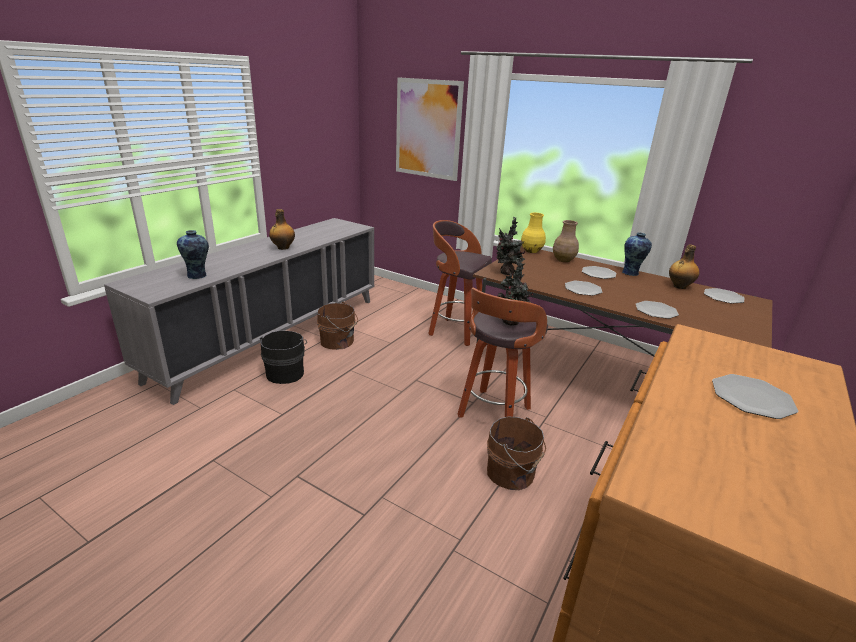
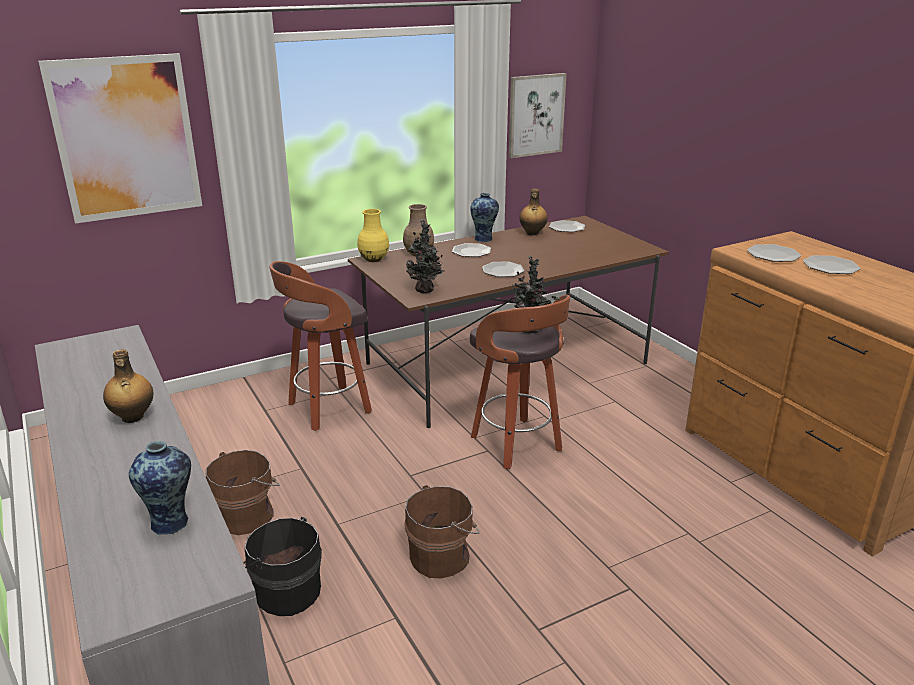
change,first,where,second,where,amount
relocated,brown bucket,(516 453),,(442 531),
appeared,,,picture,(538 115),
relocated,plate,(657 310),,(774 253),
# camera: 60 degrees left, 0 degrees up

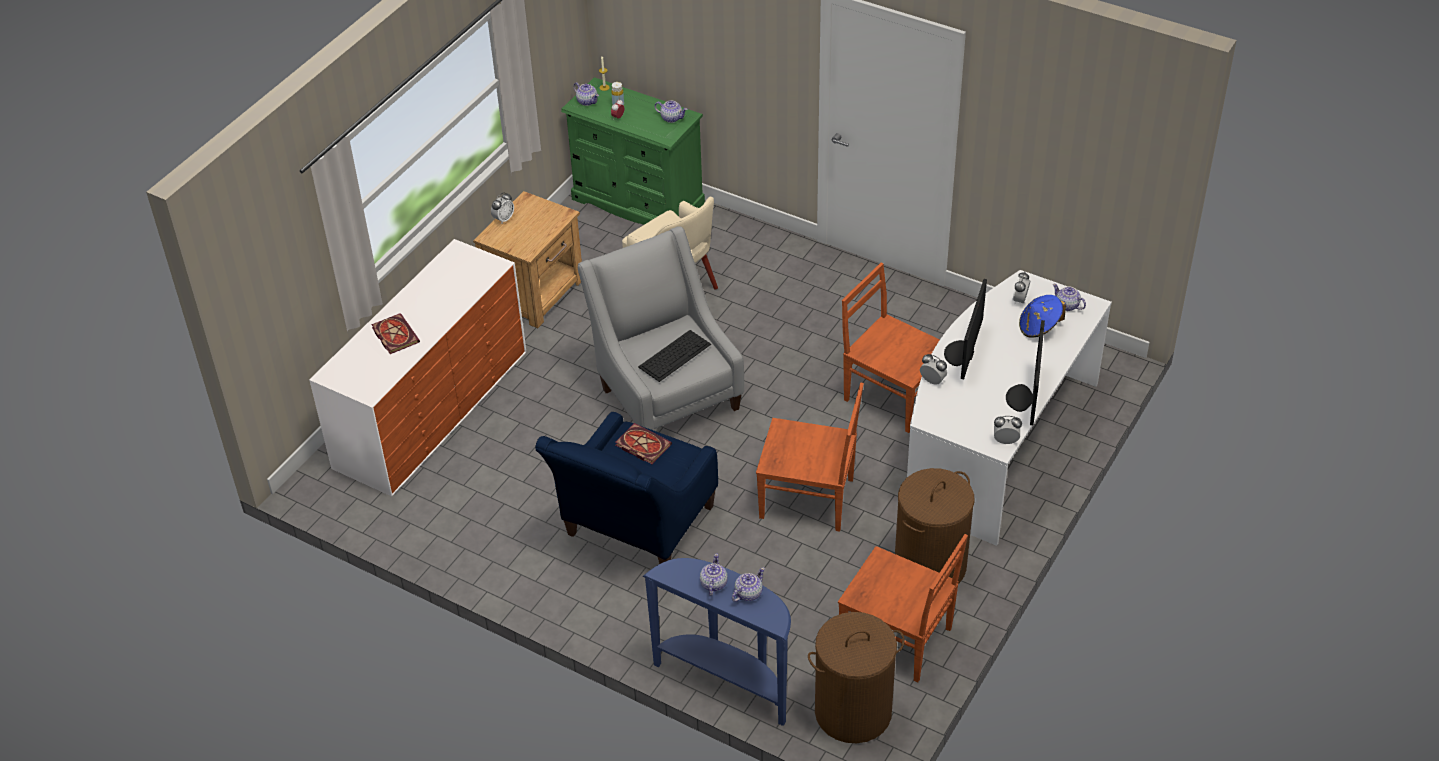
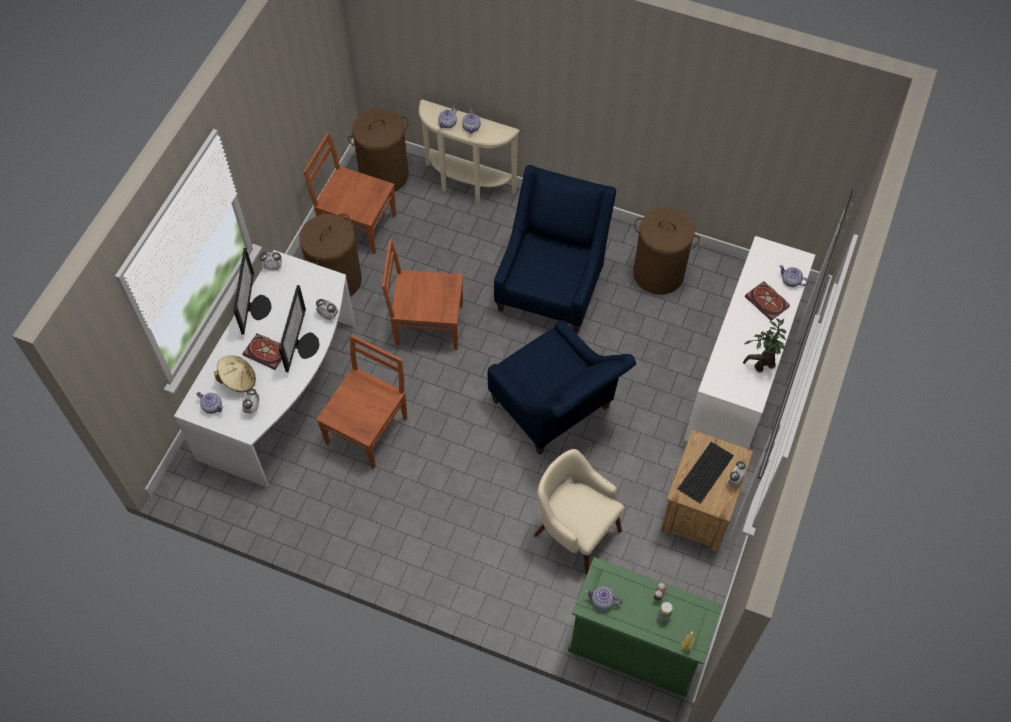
change,first,where,second,where,amount
colour,blue hat,(1042 316),beige hat,(235 373),
relocated,book,(643 443),,(262 351),
spun,brown chair,(890 348),,(361 402),90 degrees counterclockwise
colour,blue console table,(717 642),beige console table,(469 150),
colour,grey armchair,(661 328),blue armchair,(562 387),
appeared,,,brown laundry basket,(666 251),
relocated,keyboard,(674 356),,(706 473),
appeared,,,potted plant,(765 345),
relocated,teapot,(586 94),,(793 276),
# camera: 170 degrees right, 15 degrees up

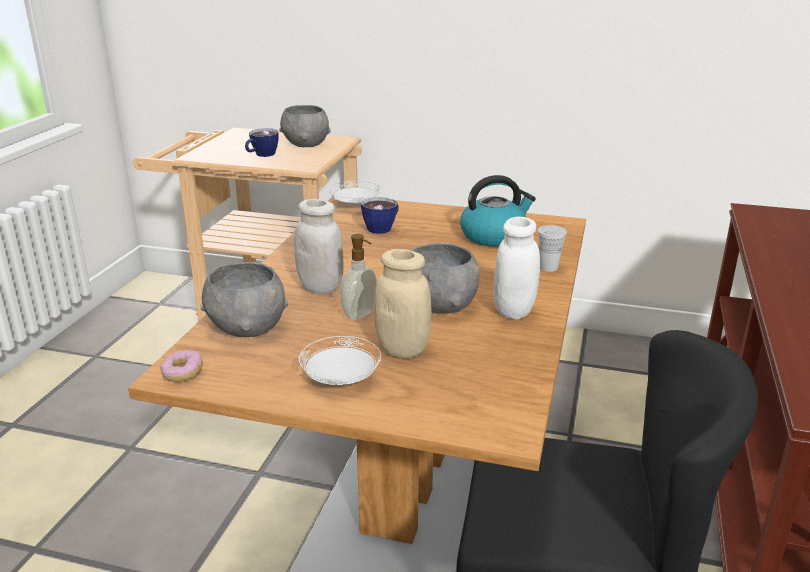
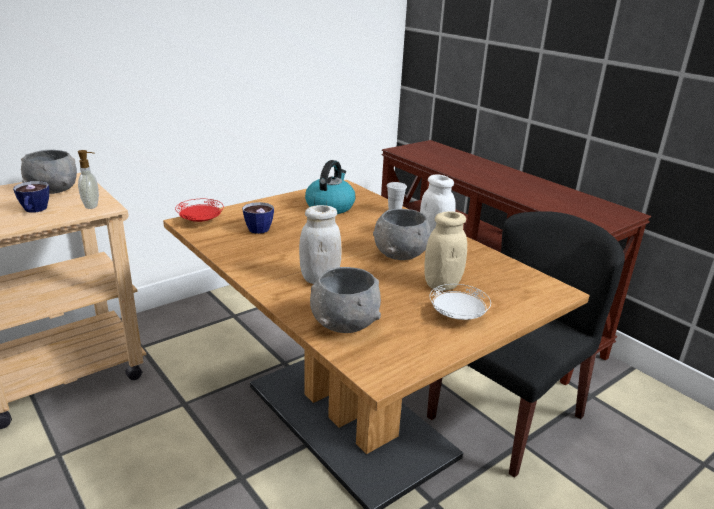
change,first,where,second,where,amount
relocated,soap dispenser,(359 277),,(88 179),
colour,white plate,(355 192),red plate,(199 210),
missing,donut,(182 366),,,
# camera: 55 degrees left, 0 degrees up

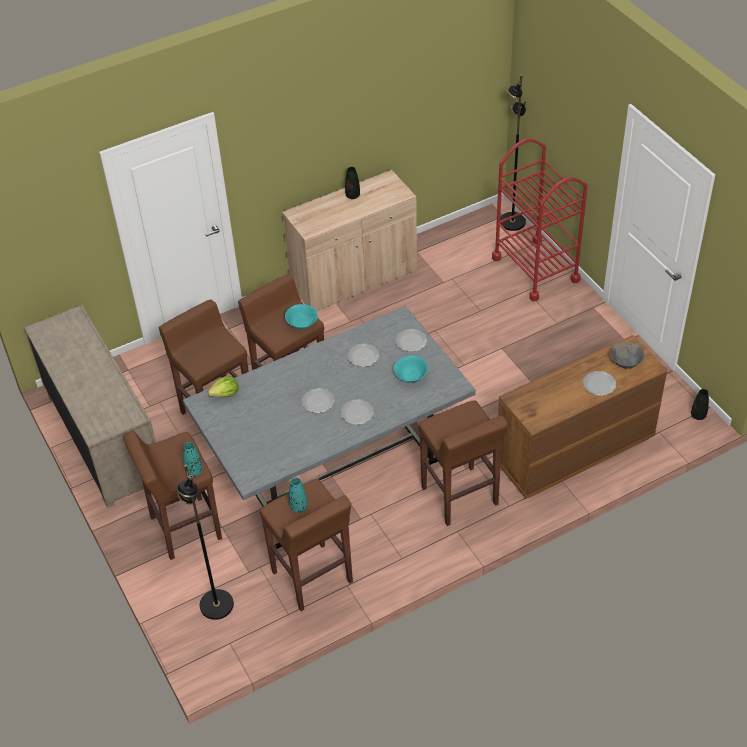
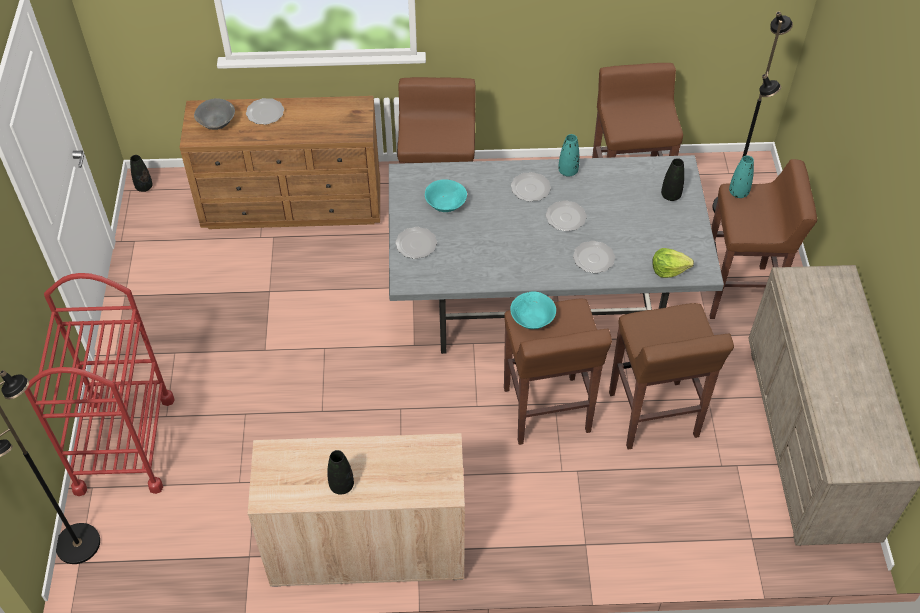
change,first,where,second,where,amount
relocated,turquoise vase,(298 495),,(568 155),
relocated,plate,(363 355),,(594 257),
appeared,,,black vase,(672 179),
# camera: 155 degrees left, 5 degrees up

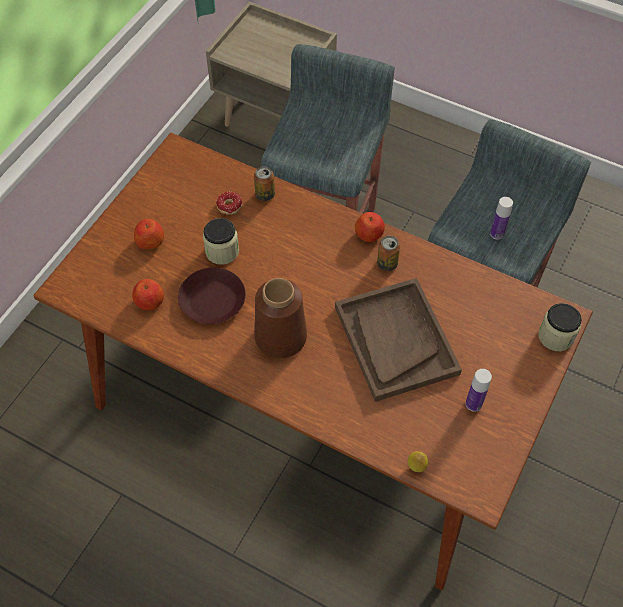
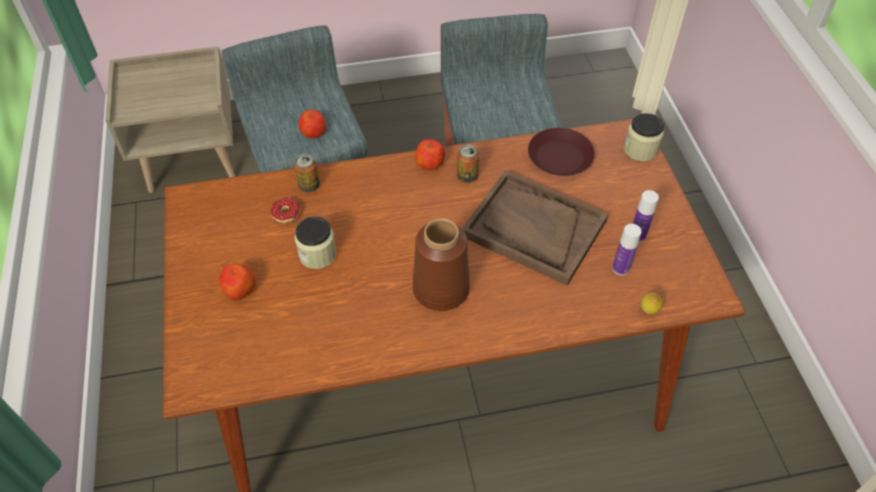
change,first,where,second,where,amount
relocated,apple,(148 294),,(312 124),
relocated,brown plate,(212 296),,(561 152),
relocated,bottle,(501 218),,(626 249),
# camera: 40 degrees left, 5 degrees down

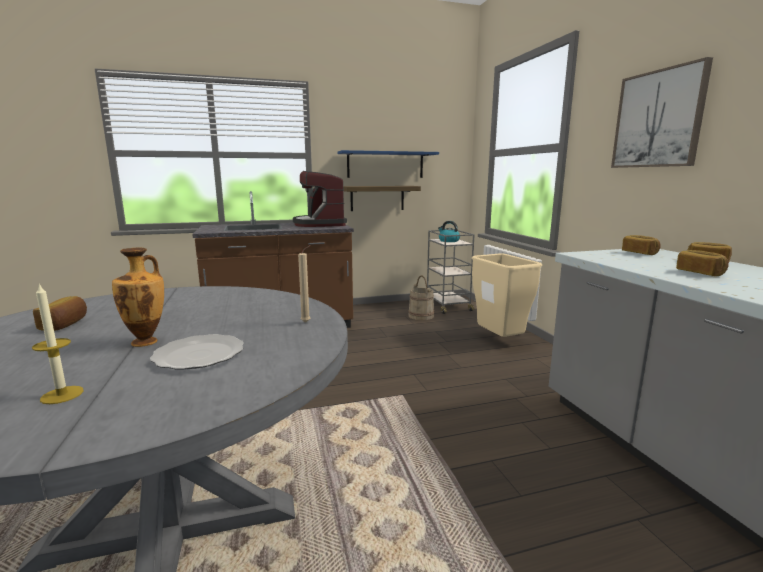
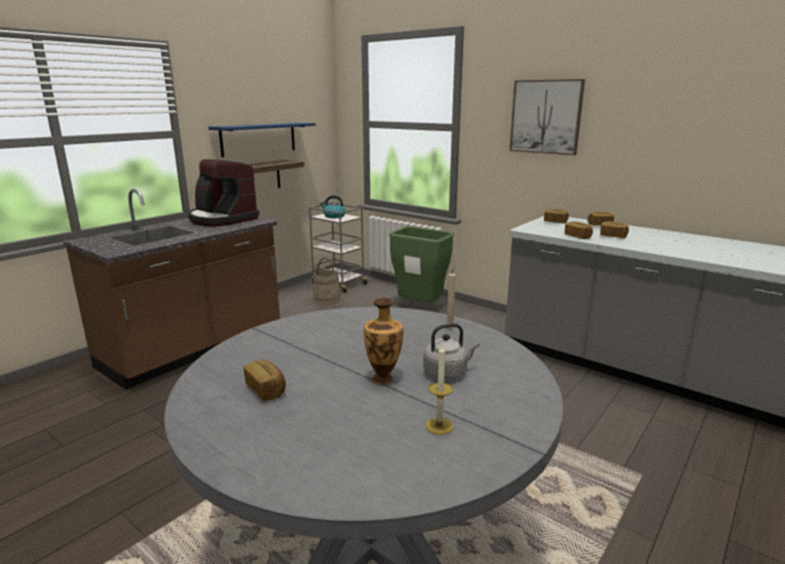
change,first,where,second,where,amount
colour,beige trash can,(507 295),green trash can,(421 264),
exchanged,plate,(197 352),grey kettle,(451 351),
appeared,,,bread,(578 230),
# camera: 35 degrees left, 5 degrees up

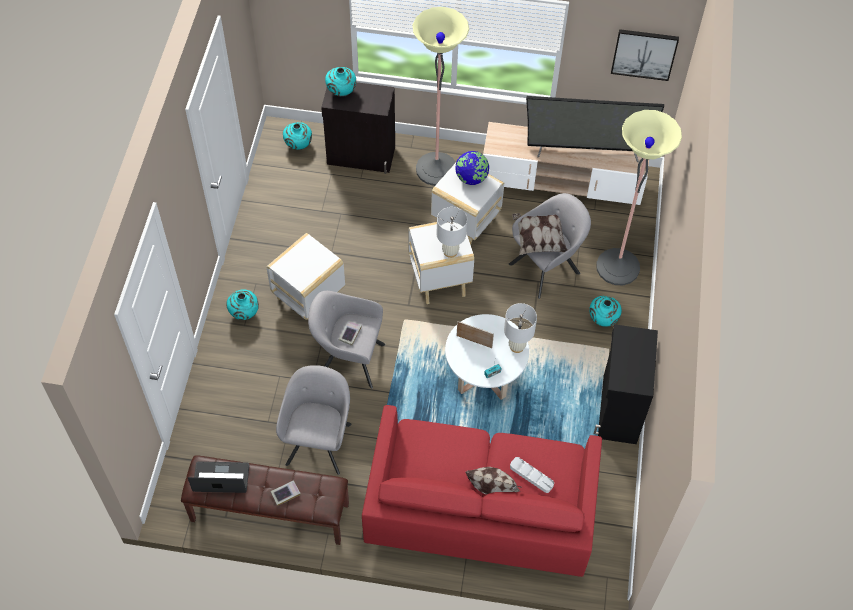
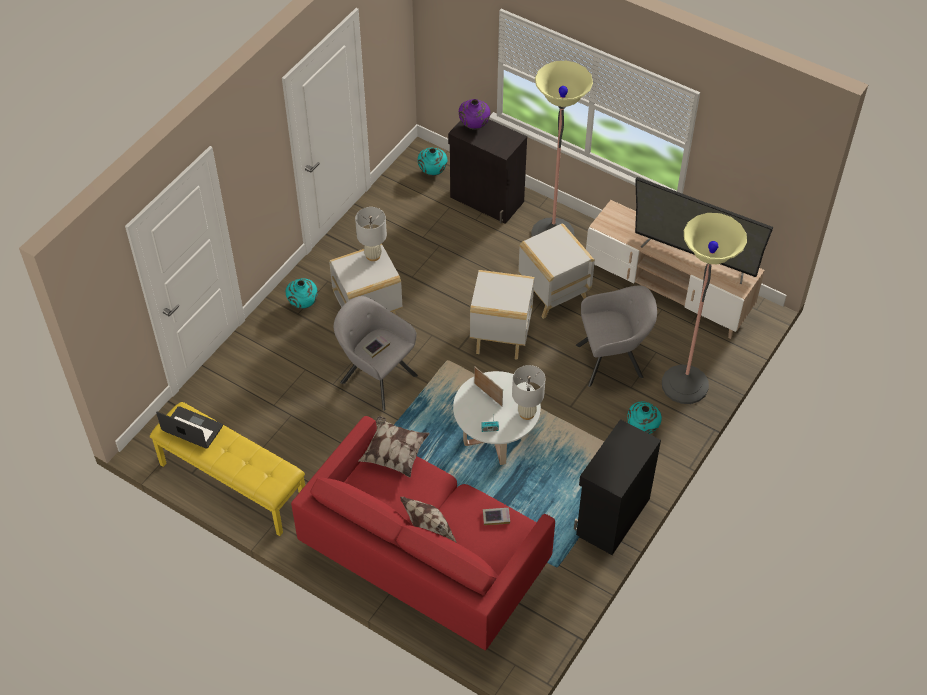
change,first,where,second,where,amount
colour,brown bench,(265 500),yellow bench,(227 469),
relocated,white table lamp,(451 232),,(371 234),
relocated,pillow,(539 234),,(394 446),
colour,turquoise vase,(340 82),purple vase,(474 114),
relocated,book,(286 493),,(496 516),
missing,grey armchair,(314 420),,,
missing,globe,(472 168),,,
missing,grey tray,(532 475),,,
missing,picture,(645 55),,,
# camera: 25 degrees right, 5 degrees down

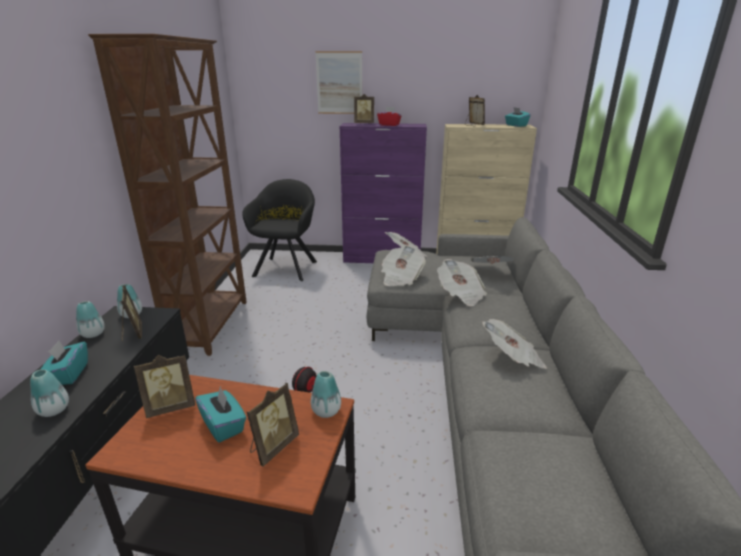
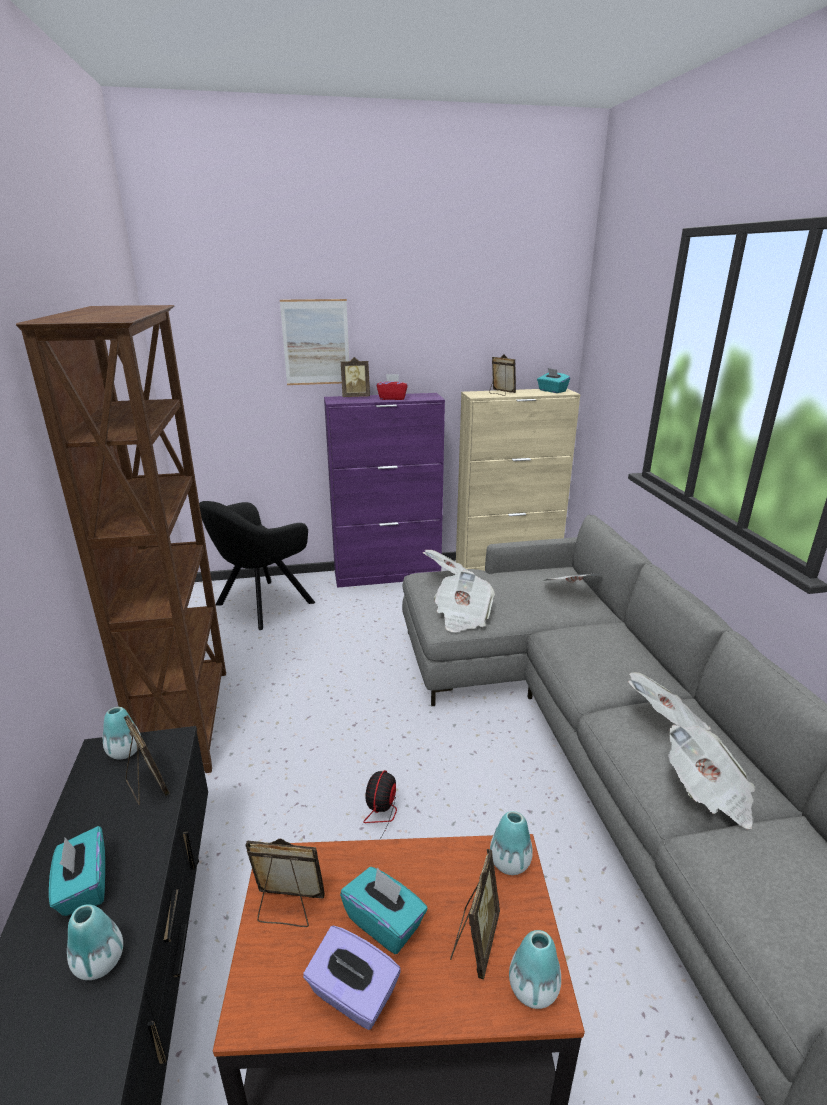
change,first,where,second,where,amount
spun,black armchair,(279 230),,(257 565),135 degrees counterclockwise
spun,picture frame,(164 386),,(285 882),135 degrees counterclockwise
appeared,,,purple tissue box,(352 977),
relocated,vase,(90 319),,(535 969),
relocated,newspaper,(462 283),,(711 777),
# camera: 15 degrees left, 0 degrees up

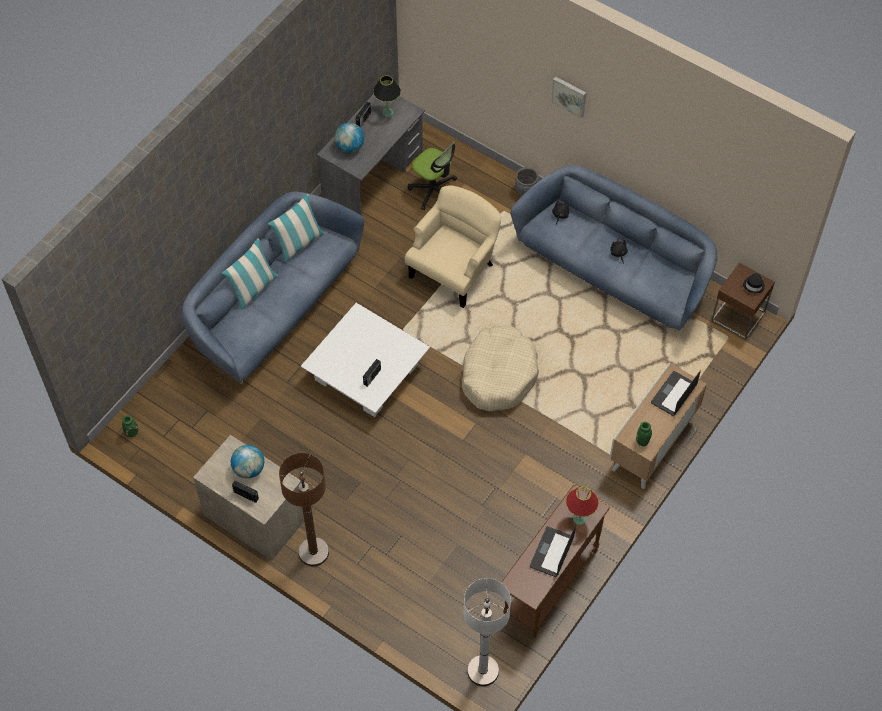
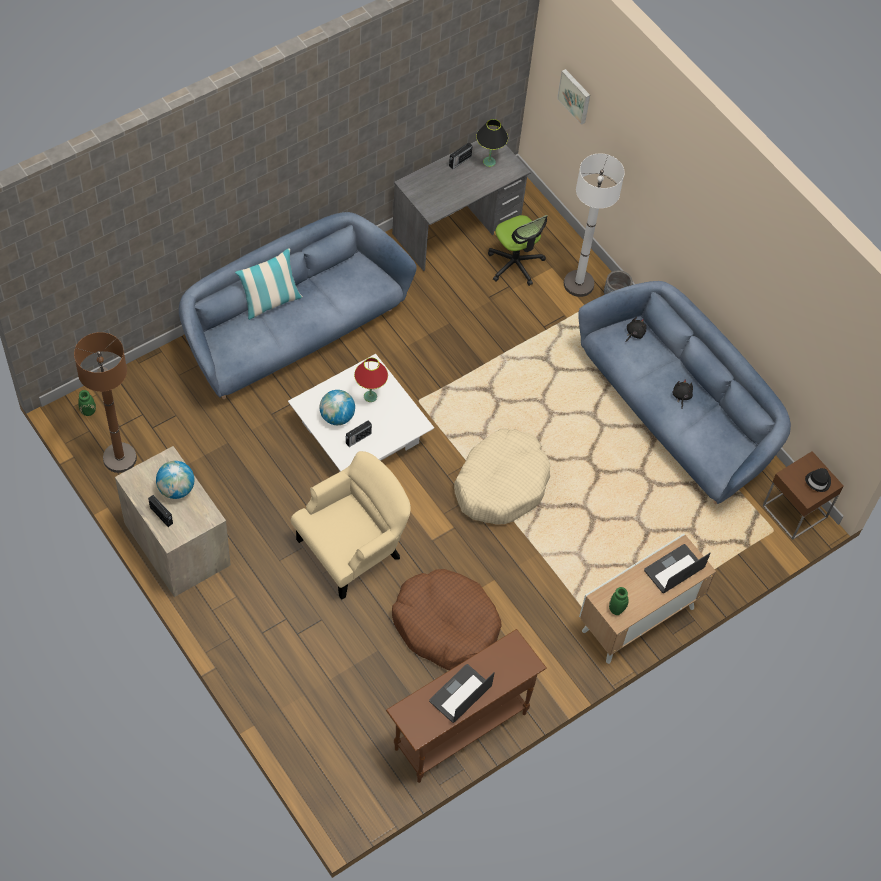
change,first,where,second,where,amount
relocated,brown floor lamp,(304 509),,(105 402),
relocated,beige armchair,(453 246),,(351 525),
relocated,globe,(349 138),,(337 407),
relocated,red table lamp,(582 506),,(371 380),
appeared,,,brown dog bed,(447 619),
relocated,picture,(568 97),,(573 97),
relocated,white floor lamp,(487 632),,(594 225),
missing,pillow,(296 228),,,
# camera: 15 degrees right, 0 degrees up

